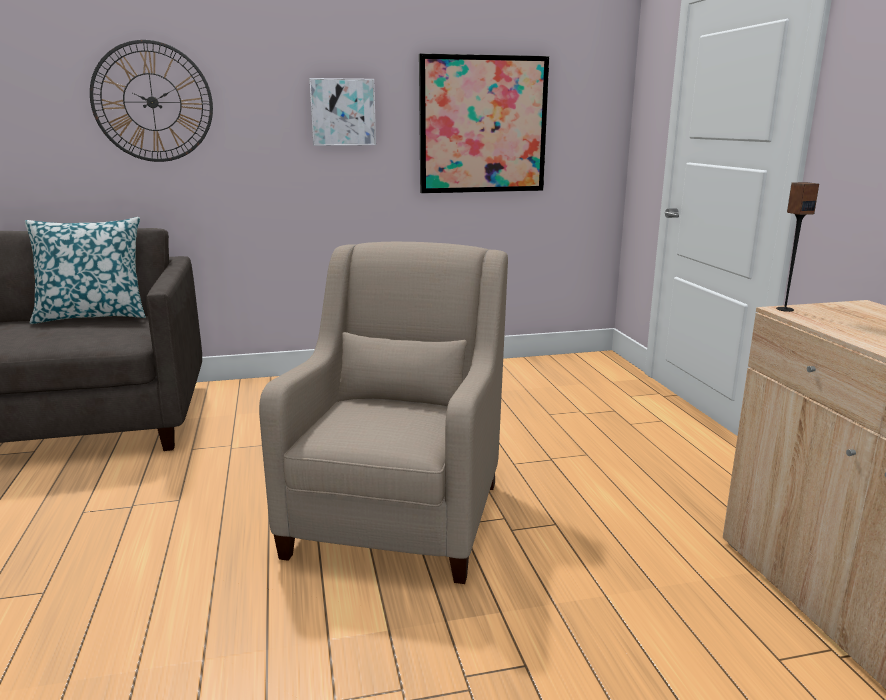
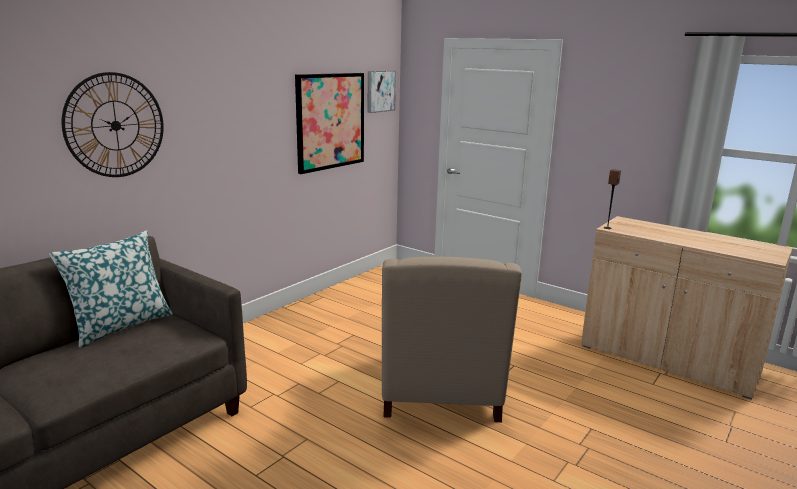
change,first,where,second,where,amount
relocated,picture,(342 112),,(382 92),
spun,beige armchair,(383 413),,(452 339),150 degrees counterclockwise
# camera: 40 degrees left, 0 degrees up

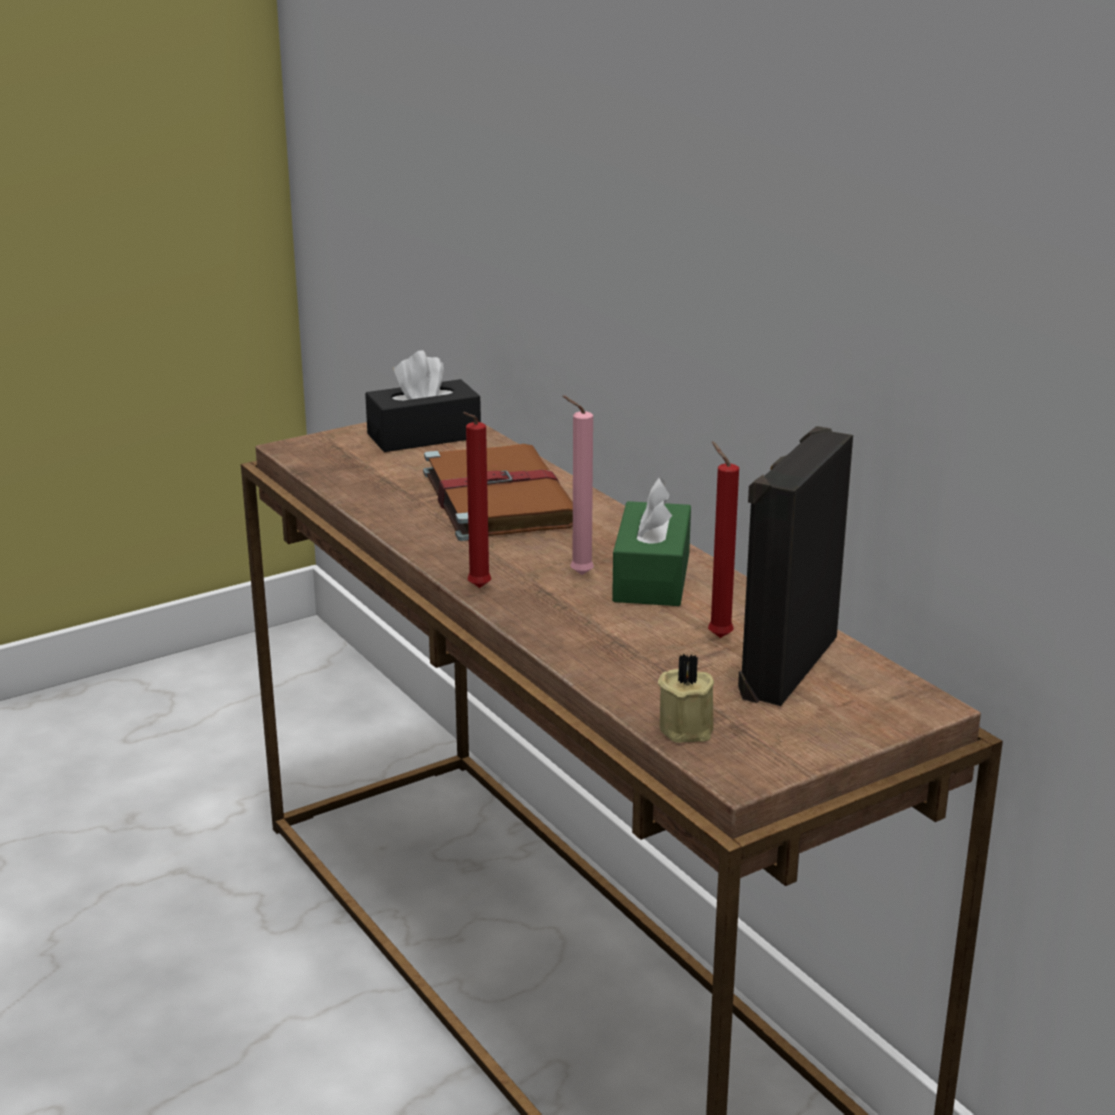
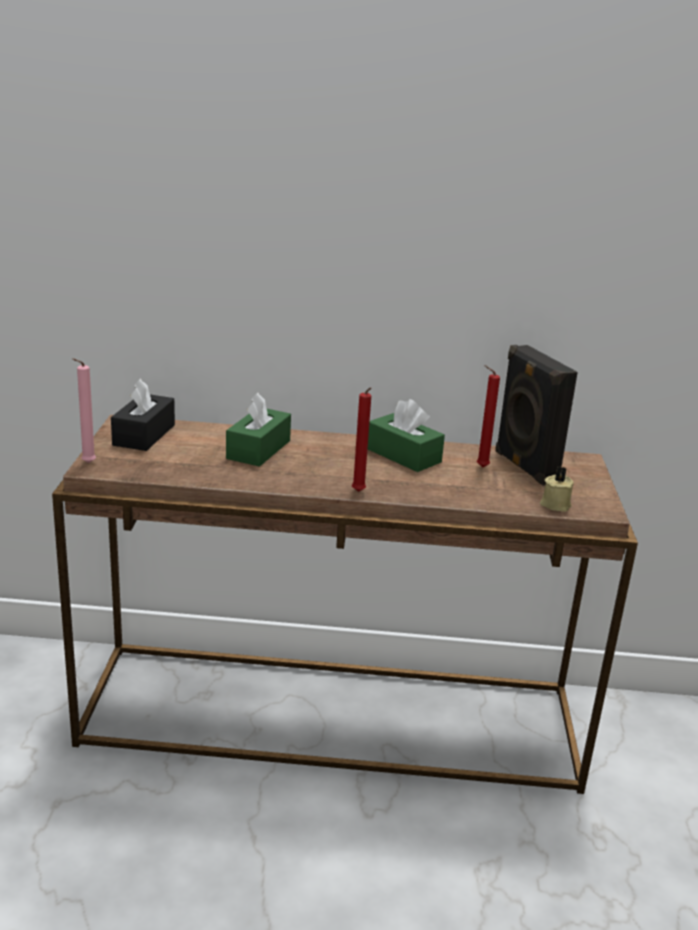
change,first,where,second,where,amount
relocated,pink candle,(578 485),,(84 410),
exchanged,brown book,(498 492),green tissue box,(258 430),
# camera: 55 degrees left, 0 degrees up

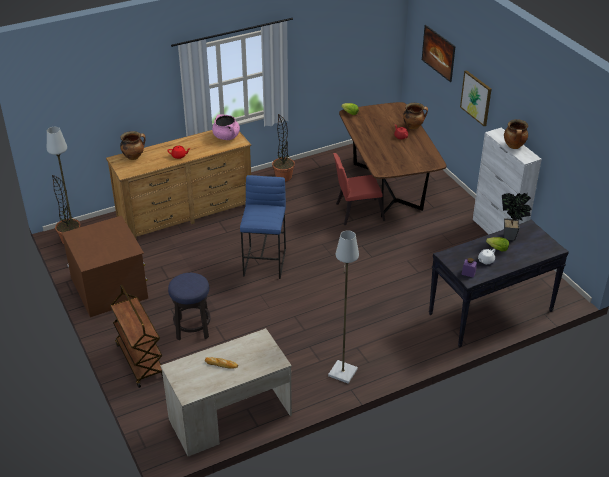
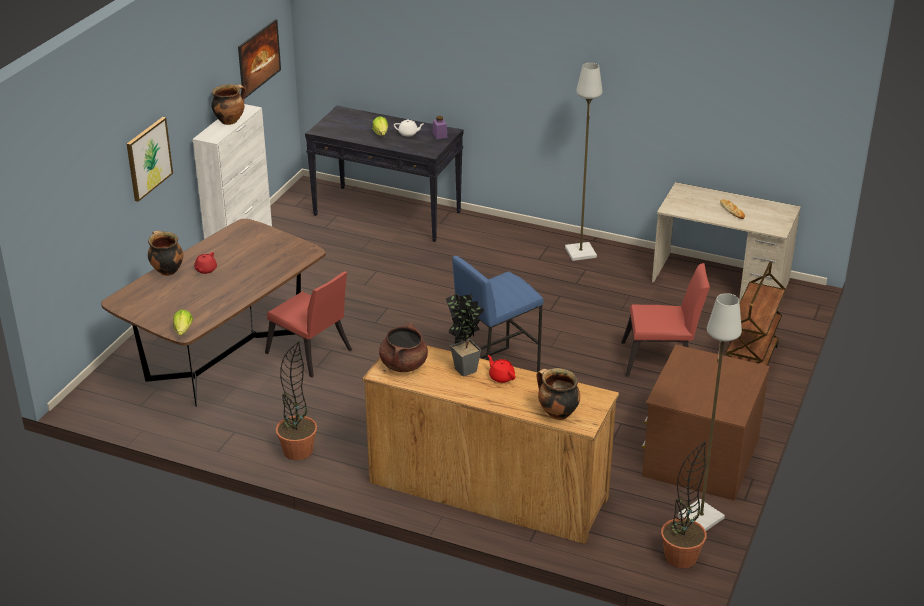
change,first,where,second,where,amount
relocated,picture,(438 53),,(259 59),
colour,pink cooking pot,(226 127),brown cooking pot,(403 347),
relocated,potted plant,(517 216),,(465 334),
exchanged,stool,(189 306),red chair,(665 320),
# camera: 130 degrees left, 5 degrees down

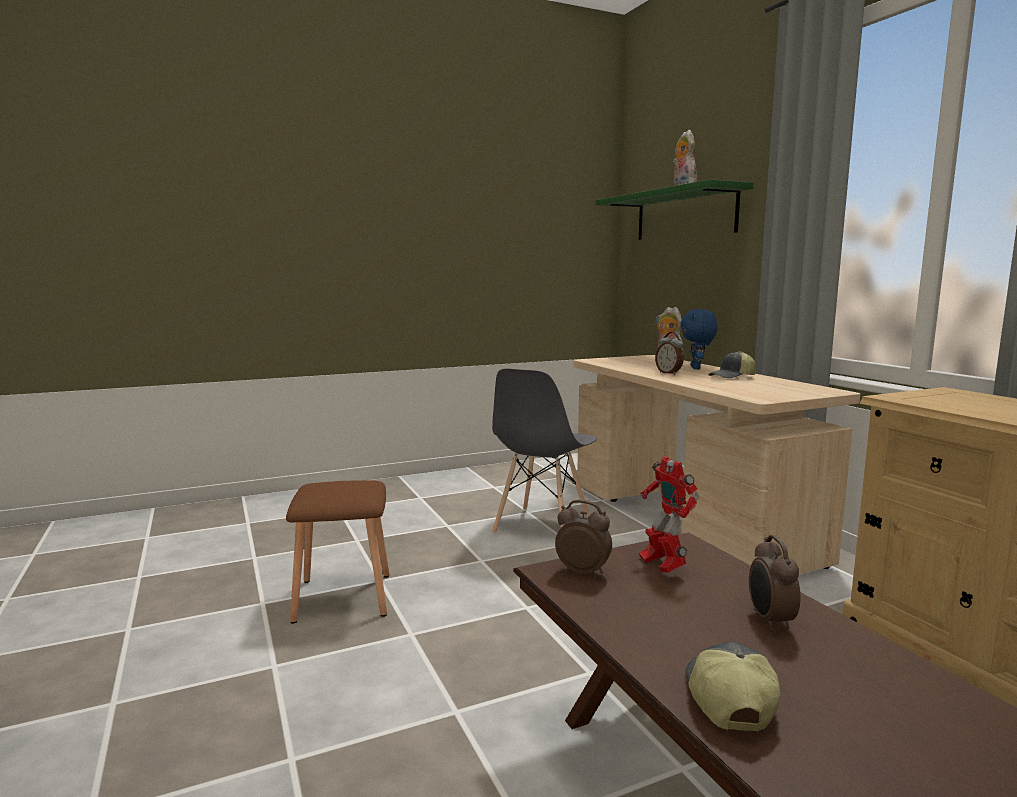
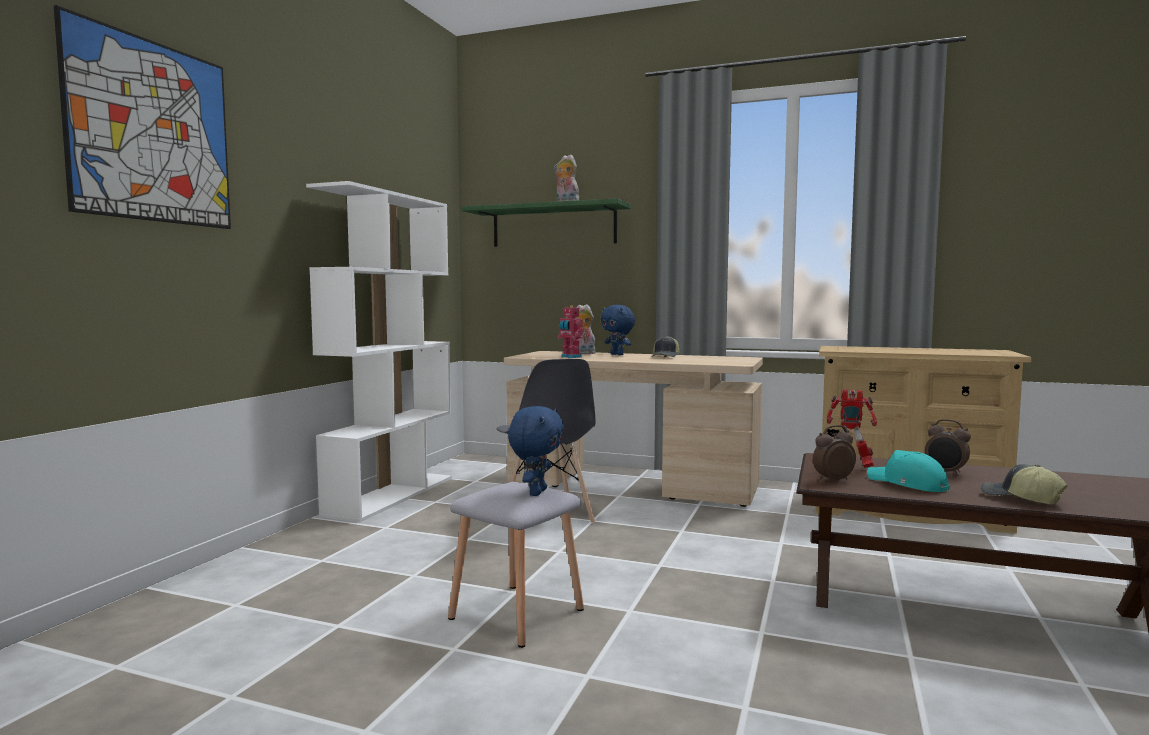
change,first,where,second,where,amount
appeared,,,picture,(142 117),
appeared,,,white bookcase,(379 351),
colour,brown stool,(338 552),grey stool,(516 565),
appeared,,,blue plush toy,(536 451),
appeared,,,toy robot,(570 331),
appeared,,,turquoise cap,(908 471),
missing,alarm clock,(669 353),,,
# camera: 45 degrees left, 5 degrees down

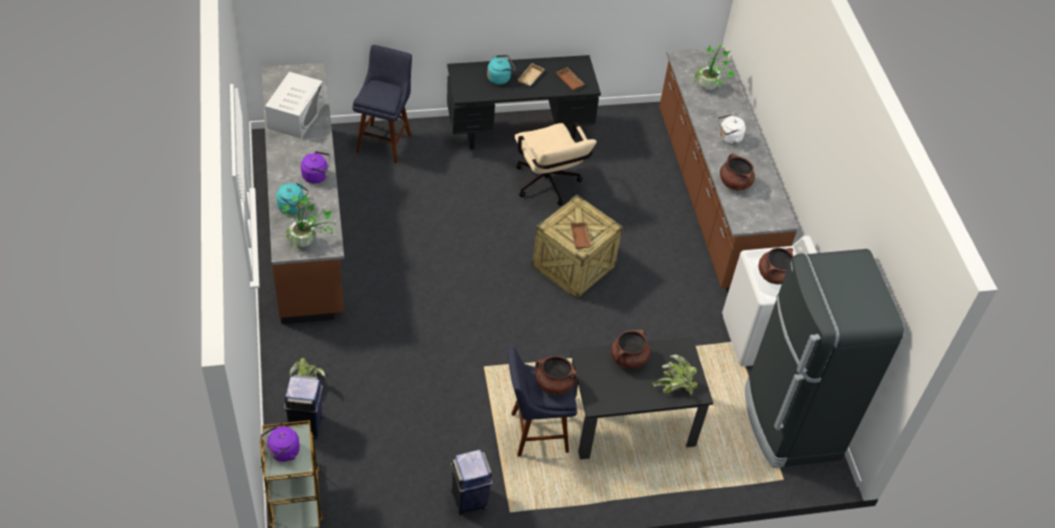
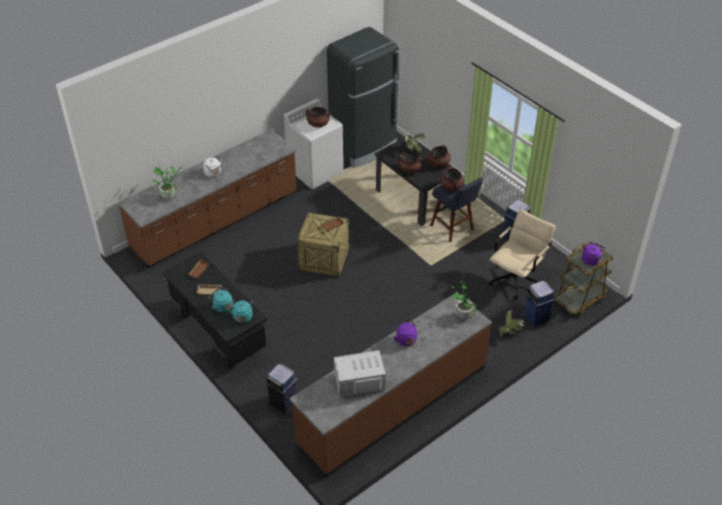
change,first,where,second,where,amount
relocated,turquoise kettle,(292 198),,(240 311),
exchanged,blue stool,(382 104),blue trash can,(281 389),
relocated,brown cooking pot,(737 171),,(439 156),
relocated,beige office chair,(556 164),,(522 254),
# camera: 115 degrees left, 5 degrees down

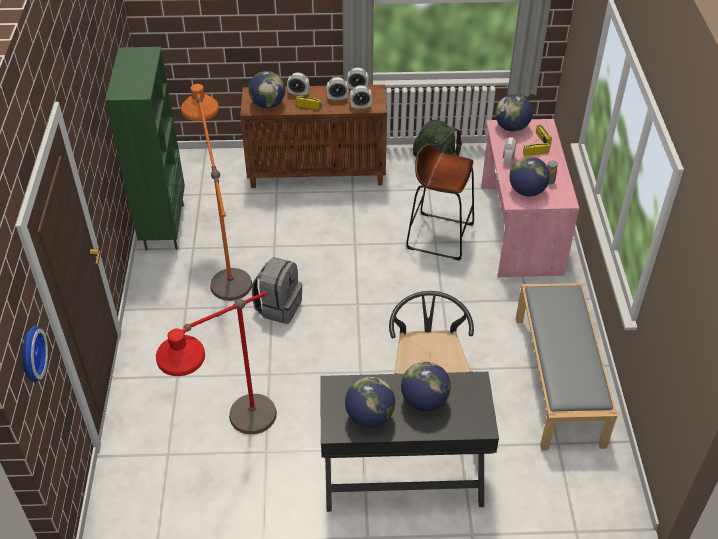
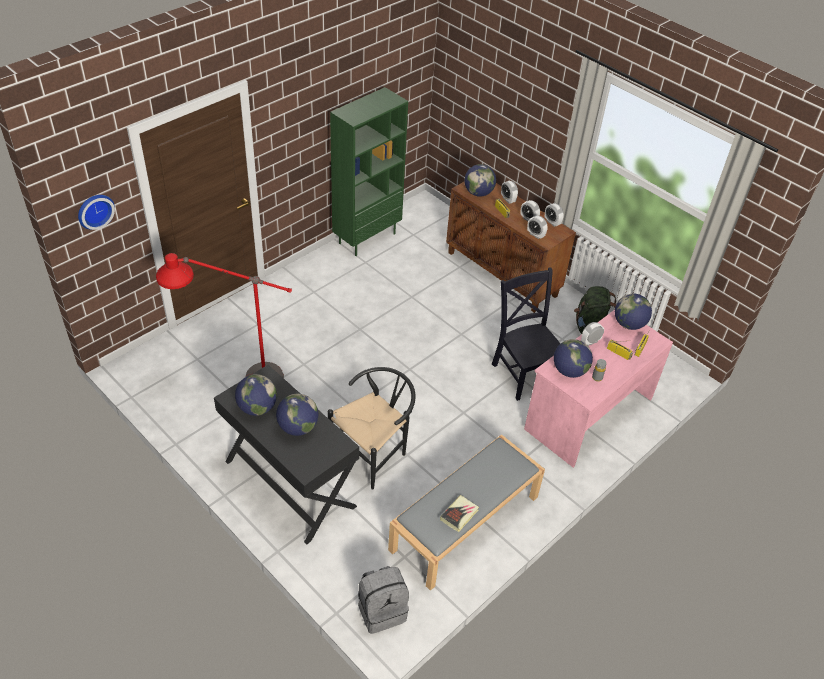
change,first,where,second,where,amount
relocated,grey backpack,(277 290),,(383 600),
appeared,,,book,(459 513),
exchanged,brown stool,(440 202),black chair,(526 334),
missing,orange floor lamp,(216 192),,,
# camera: 45 degrees right, 0 degrees up

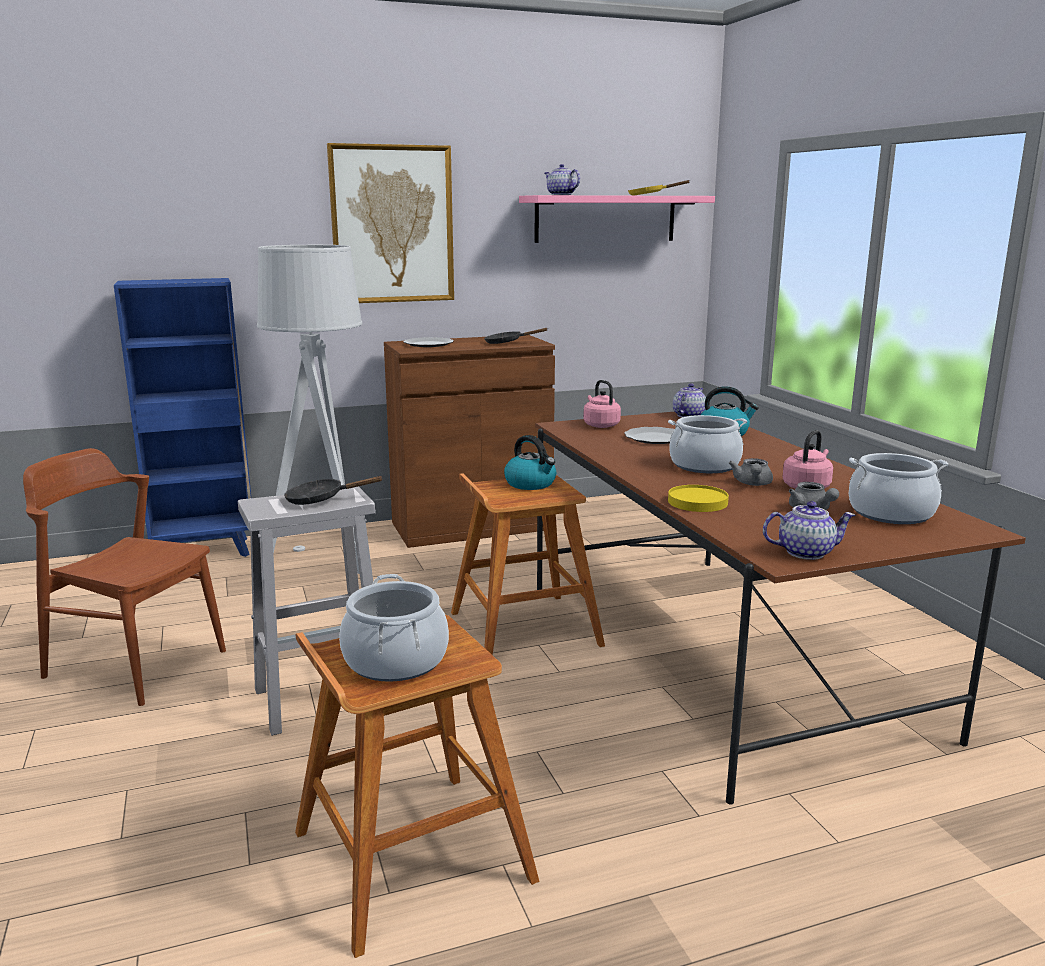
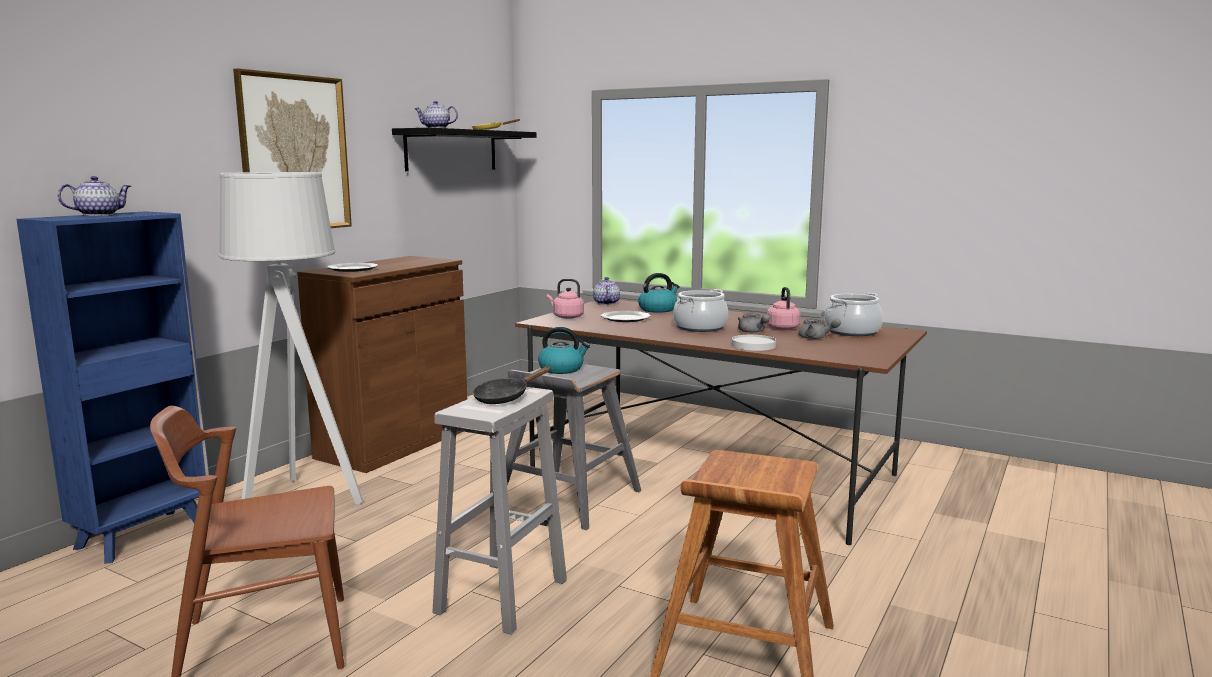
change,first,where,second,where,amount
relocated,teapot,(809 530),,(94 196),
colour,pink shelf,(617 219),black shelf,(464 149),
colour,brown stool,(528 564),grey stool,(573 447),
colour,yellow plate,(698 498),white plate,(754 343),
missing,cooking pot,(394 628),,,
missing,black frying pan,(516 336),,,
# camera: 40 degrees left, 5 degrees down

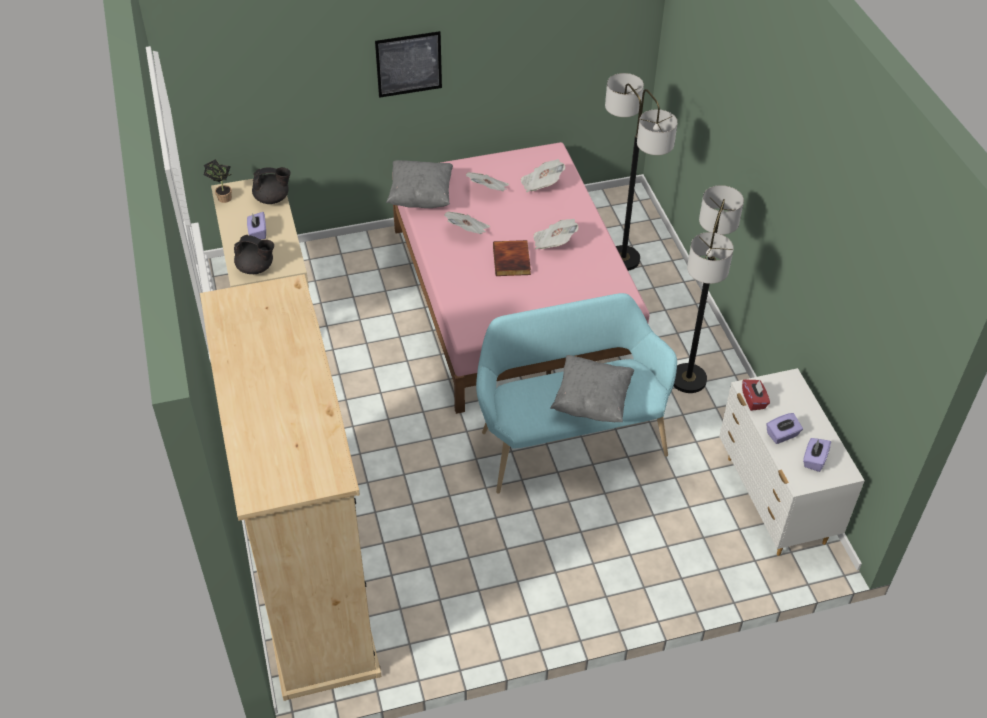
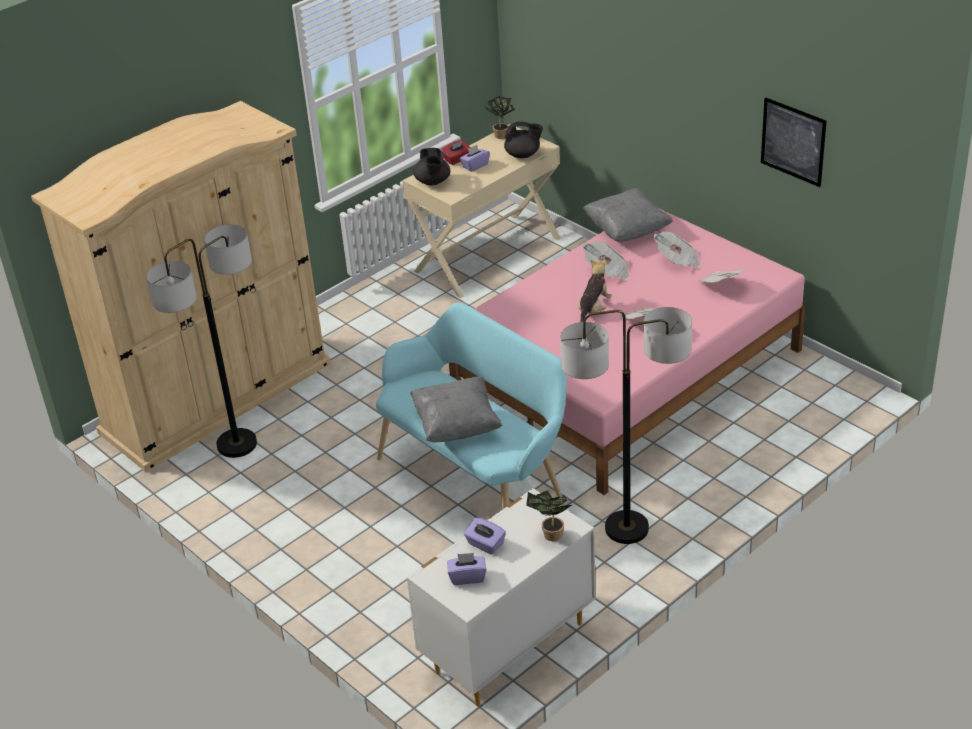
change,first,where,second,where,amount
relocated,floor lamp,(641 172),,(201 341),
relocated,red tissue box,(756 395),,(455 152),
spun,black teapot,(271 185),,(523 139),45 degrees counterclockwise
appeared,,,potted plant,(549 515),
exchanged,book,(512 258),plush toy,(595 290),
relocated,picture,(408 64),,(794 142),
# camera: 65 degrees right, 10 degrees down

